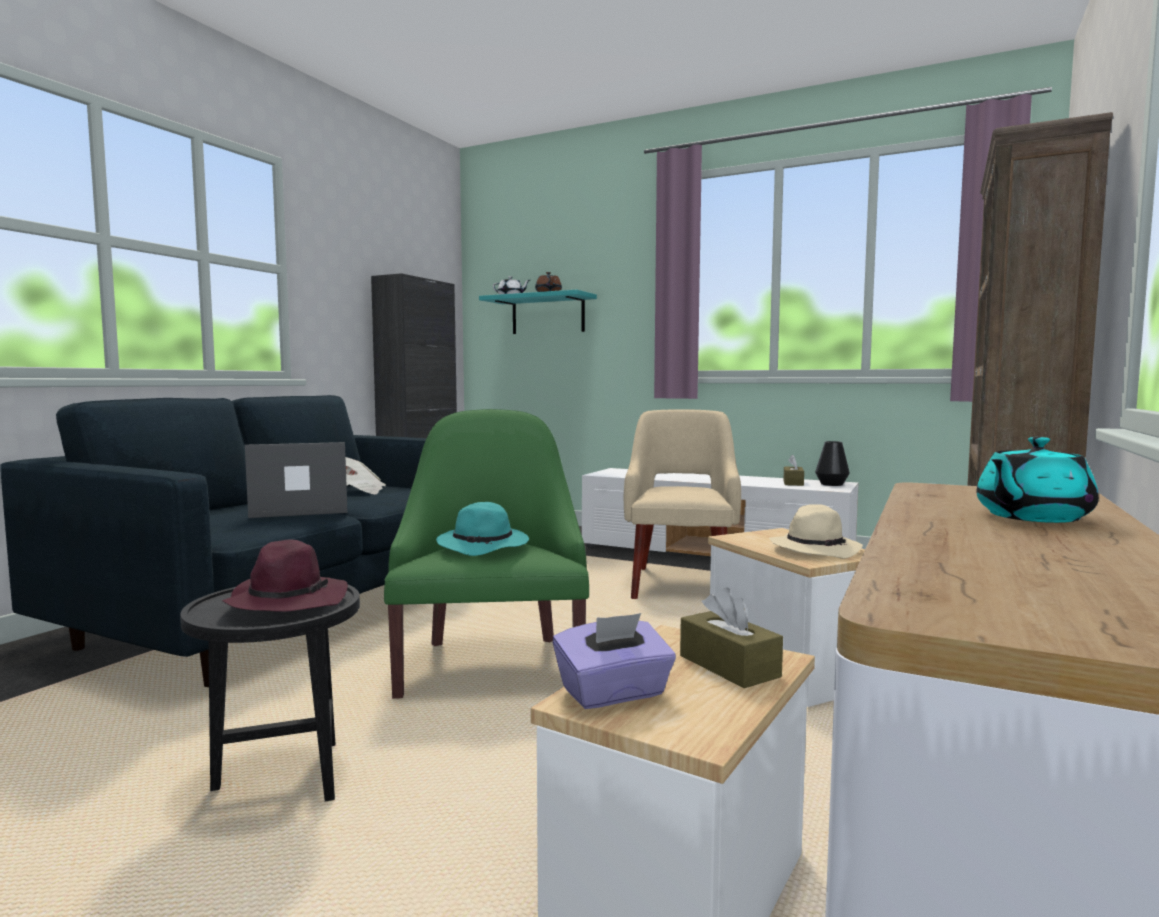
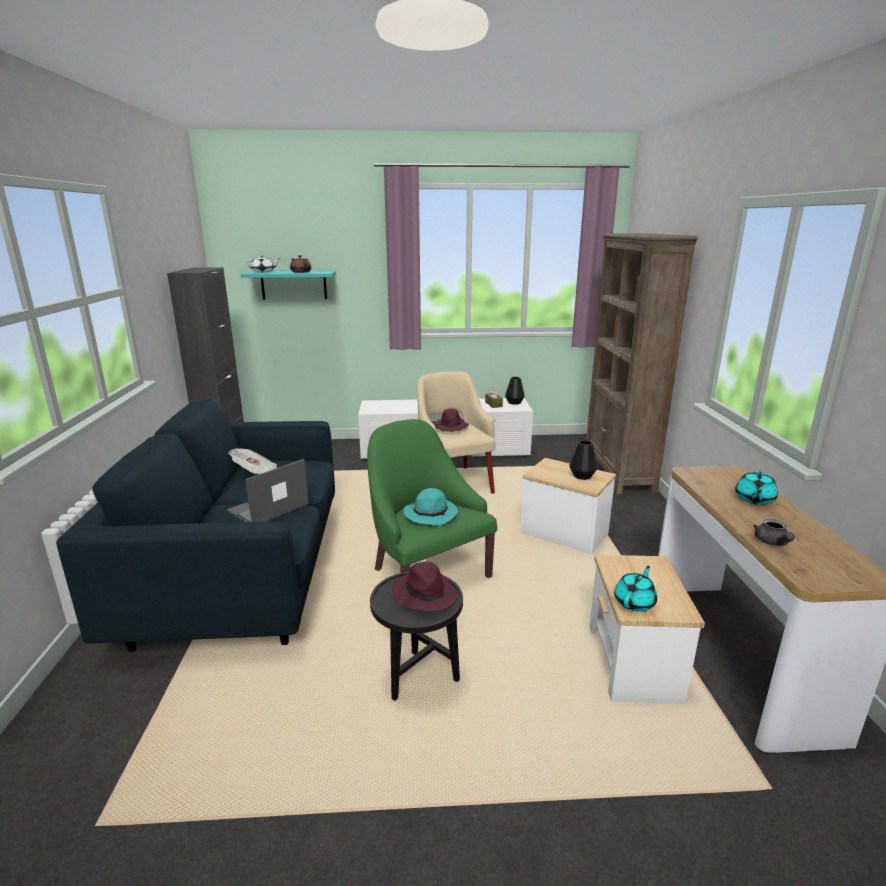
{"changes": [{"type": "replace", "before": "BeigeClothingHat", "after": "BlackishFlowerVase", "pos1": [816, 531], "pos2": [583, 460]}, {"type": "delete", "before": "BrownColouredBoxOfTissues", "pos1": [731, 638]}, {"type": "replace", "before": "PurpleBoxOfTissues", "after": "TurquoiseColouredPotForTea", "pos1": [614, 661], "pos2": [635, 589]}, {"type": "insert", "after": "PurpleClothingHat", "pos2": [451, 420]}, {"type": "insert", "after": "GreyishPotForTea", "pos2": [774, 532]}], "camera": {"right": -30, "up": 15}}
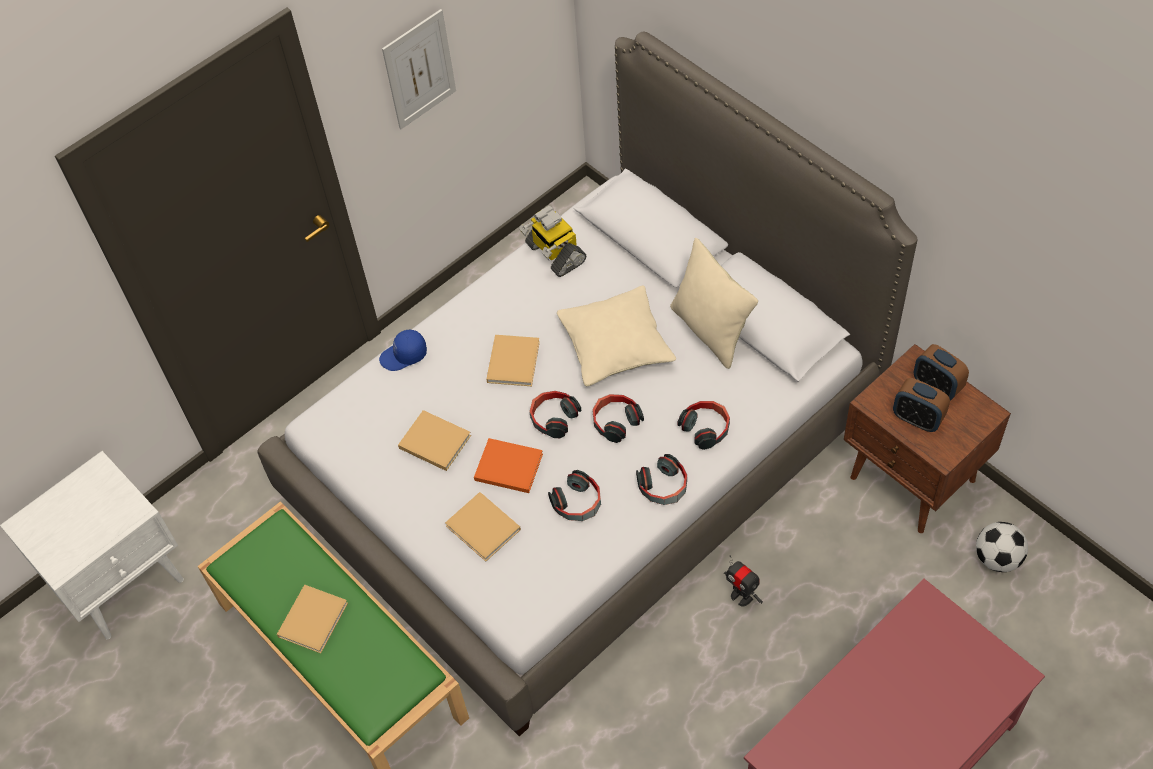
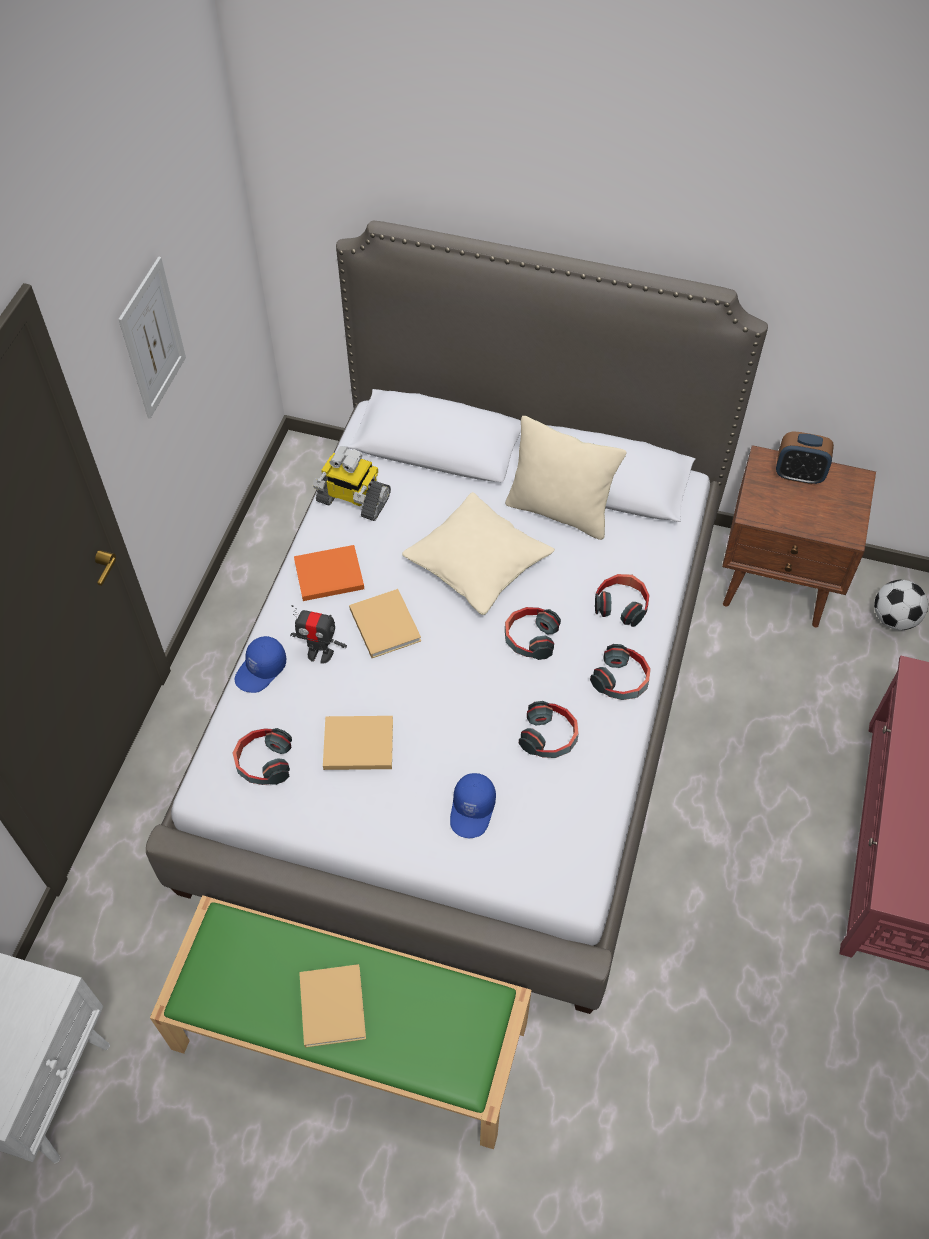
{"changes": [{"type": "delete", "before": "AlarmClock", "pos1": [921, 405]}, {"type": "move", "before": "Headphones", "pos1": [555, 414], "pos2": [262, 756]}, {"type": "move", "before": "OrangeColouredBoundBook", "pos1": [508, 465], "pos2": [329, 573]}, {"type": "replace", "before": "BeigeBoundBook", "after": "BluishCap", "pos1": [483, 526], "pos2": [473, 805]}, {"type": "move", "before": "RobotFigure", "pos1": [743, 581], "pos2": [318, 634]}], "camera": {"right": -35, "up": 0}}
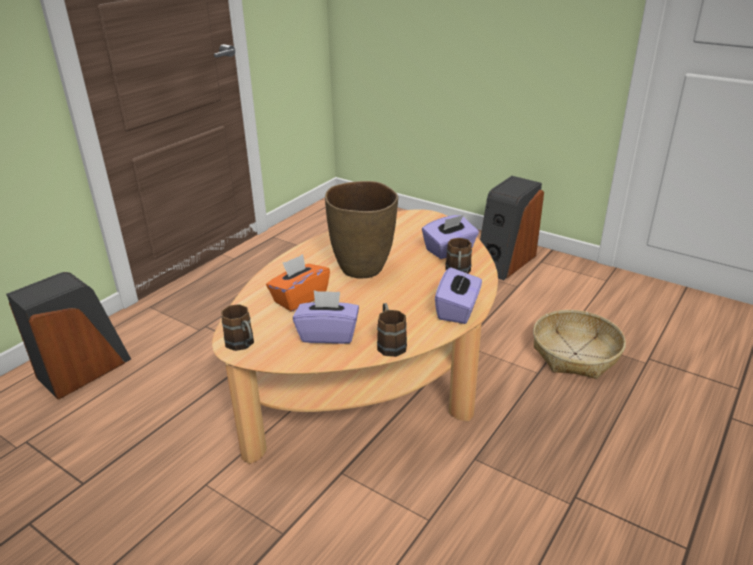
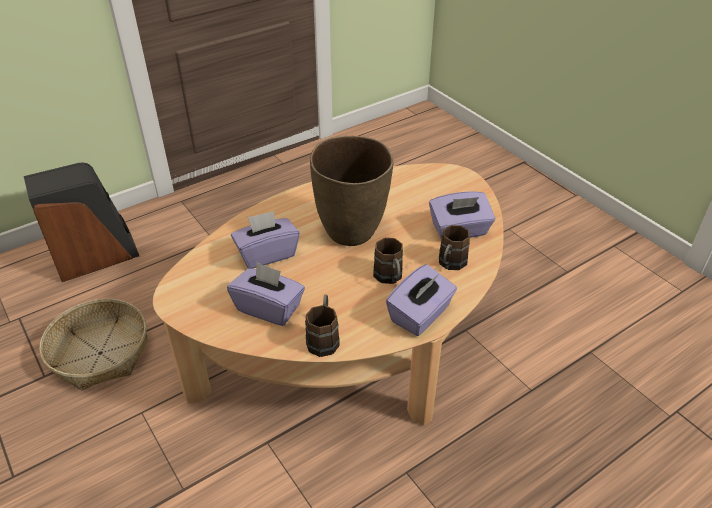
{"changes": [{"type": "delete", "before": "Speaker", "pos1": [512, 228]}, {"type": "recolor", "before": "OrangeColouredBoxOfTissues", "after": "PurpleBoxOfTissues", "pos1": [298, 283], "pos2": [265, 240]}, {"type": "move", "before": "BrownColouredTeaMug", "pos1": [237, 327], "pos2": [388, 261]}, {"type": "move", "before": "StorageBasket", "pos1": [579, 344], "pos2": [93, 345]}], "camera": {"right": 20, "up": 10}}
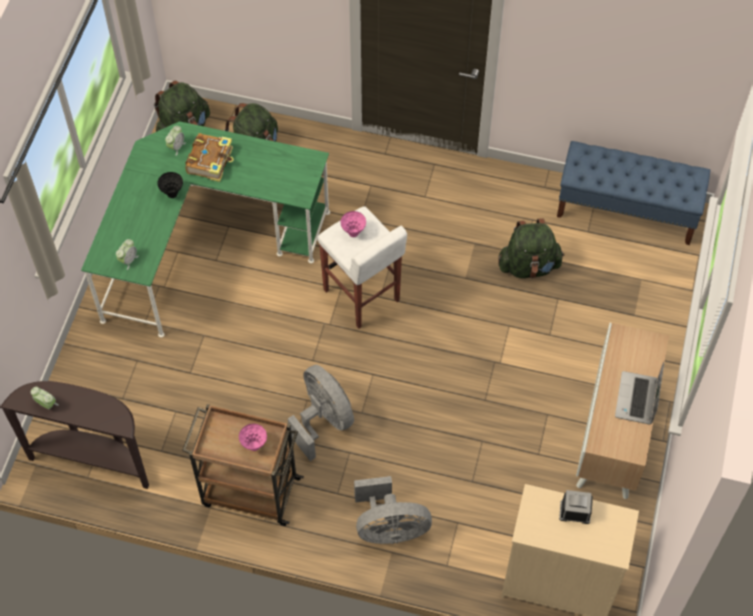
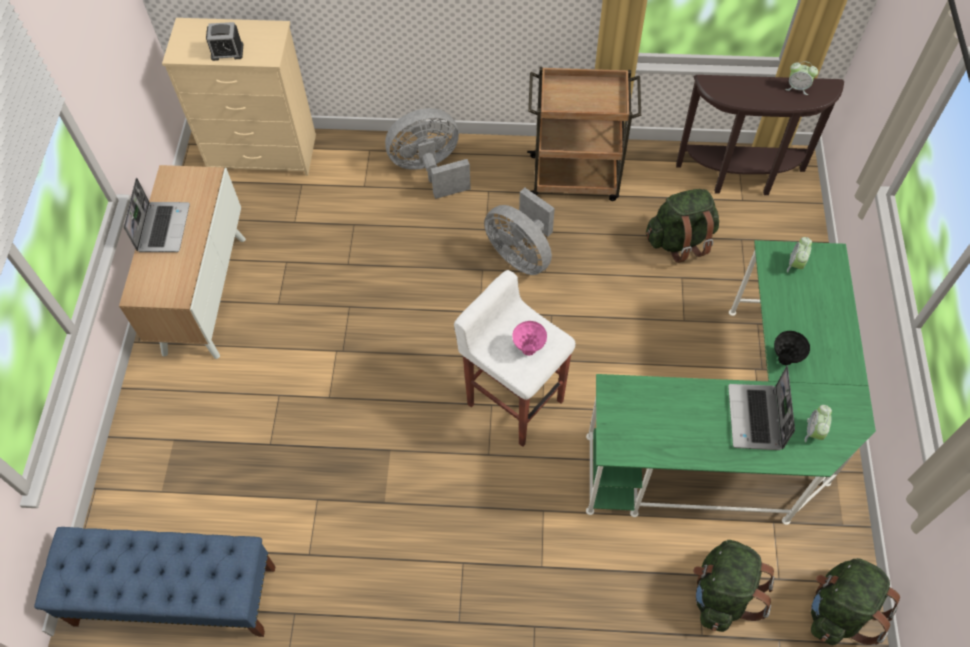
{"changes": [{"type": "replace", "before": "BoundBook", "after": "NotebookComputer", "pos1": [209, 157], "pos2": [761, 408]}, {"type": "move", "before": "GreenRucksack", "pos1": [531, 248], "pos2": [682, 226]}, {"type": "delete", "before": "PinkishFlowerVase", "pos1": [253, 437]}], "camera": {"right": 170, "up": 0}}
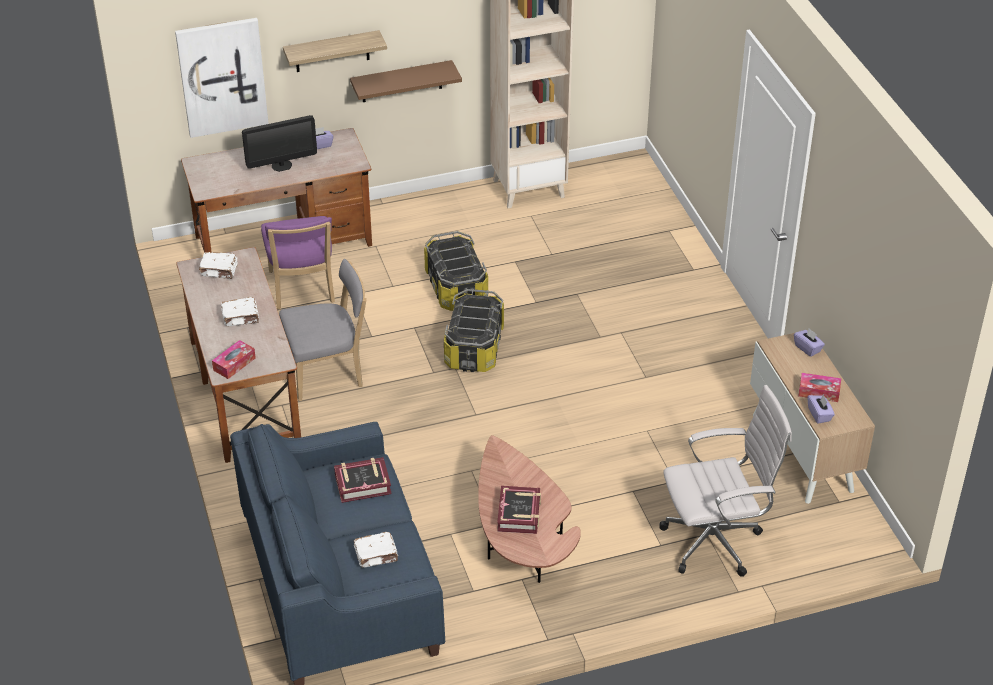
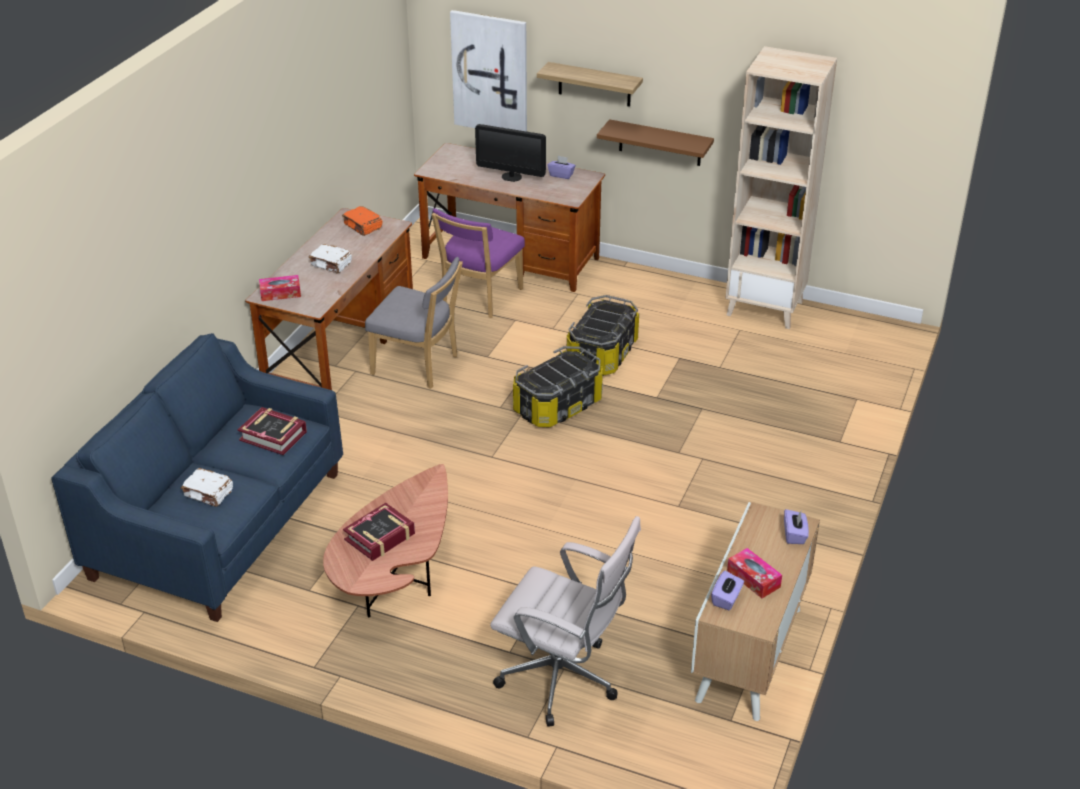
{"changes": [{"type": "recolor", "before": "WhiteColouredBoundBook", "after": "OrangeColouredBoundBook", "pos1": [218, 265], "pos2": [362, 221]}], "camera": {"right": 40, "up": -5}}
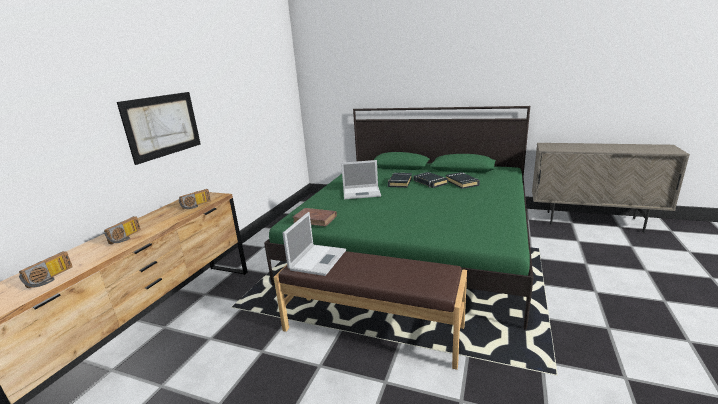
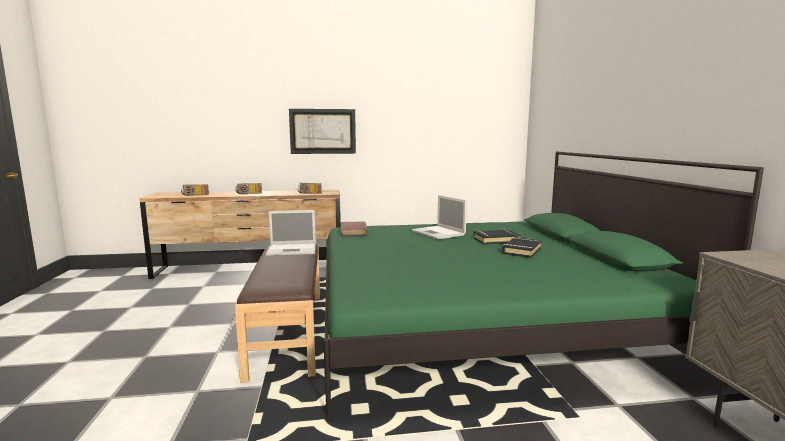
{"changes": [{"type": "delete", "before": "BlackishBoundBook", "pos1": [463, 180]}], "camera": {"right": 60, "up": -10}}
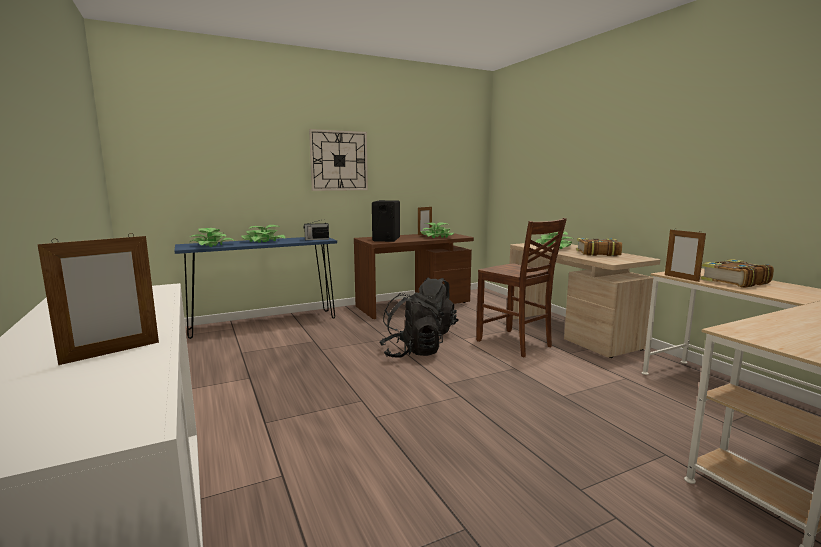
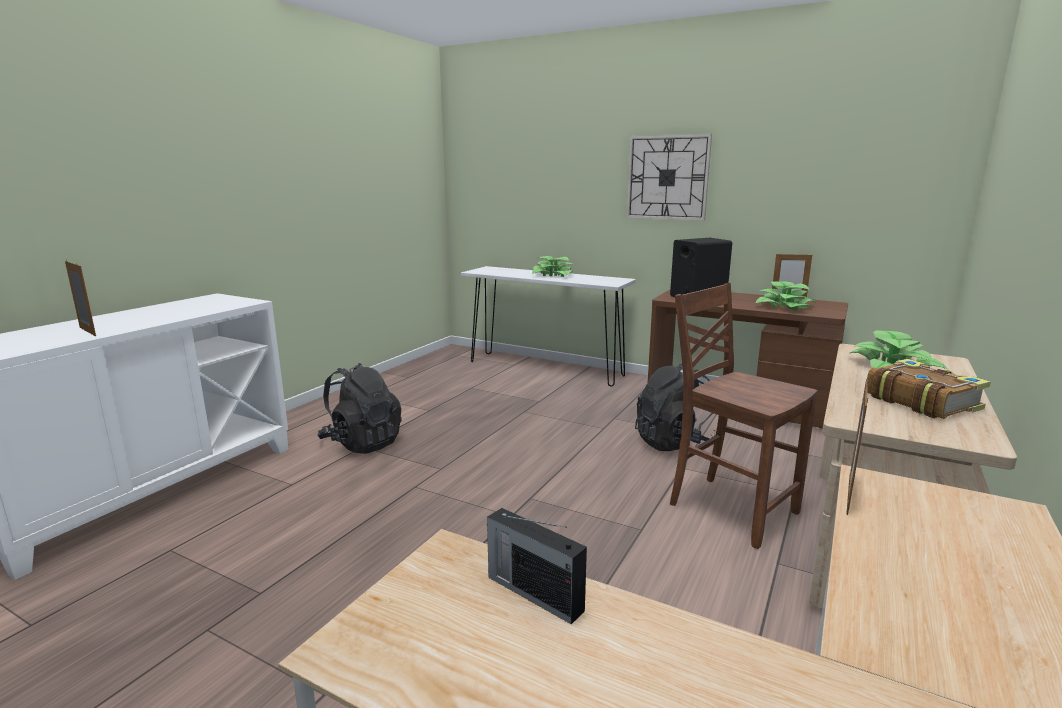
{"changes": [{"type": "rotate", "before": "BrownColouredChair", "pos1": [521, 288], "pos2": [743, 416], "turn": 120}, {"type": "move", "before": "Radio", "pos1": [316, 230], "pos2": [537, 566]}, {"type": "delete", "before": "PlantInAPot", "pos1": [212, 237]}, {"type": "rotate", "before": "PictureFrame", "pos1": [98, 299], "pos2": [80, 297], "turn": -150}, {"type": "recolor", "before": "BluishConsoleTable", "after": "WhiteColouredConsoleTable", "pos1": [255, 288], "pos2": [548, 326]}, {"type": "delete", "before": "BoundBook", "pos1": [737, 273]}, {"type": "move", "before": "BlackishRucksack", "pos1": [411, 325], "pos2": [360, 408]}], "camera": {"right": 55, "up": 5}}
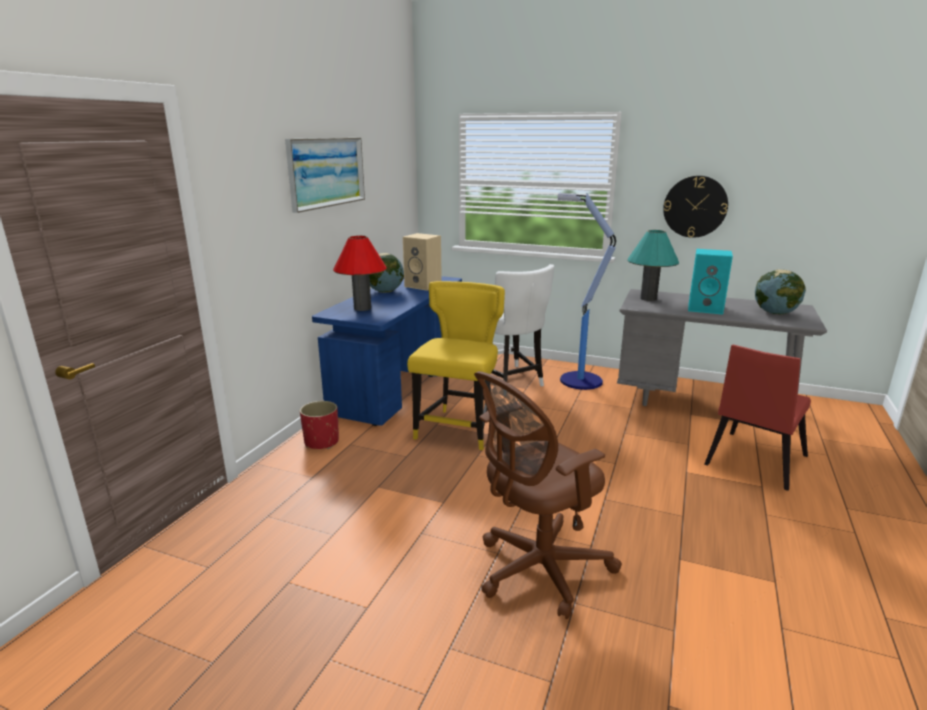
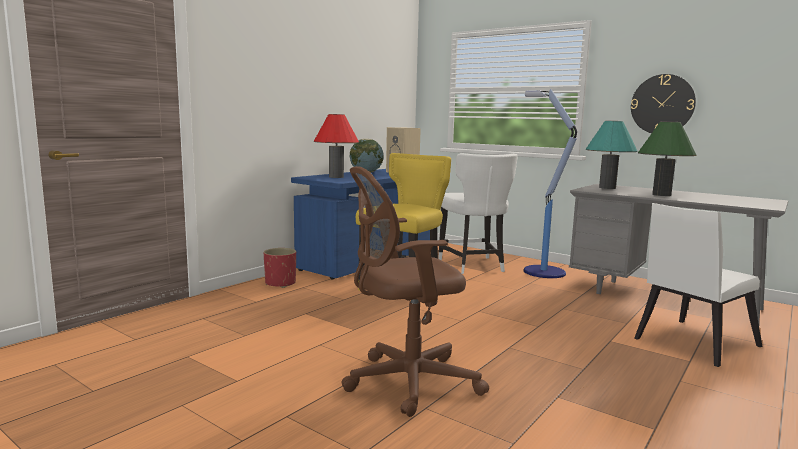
{"changes": [{"type": "delete", "before": "WallArt", "pos1": [325, 175]}, {"type": "replace", "before": "TurquoiseColouredSpeaker", "after": "GreenTableLamp", "pos1": [710, 282], "pos2": [667, 159]}, {"type": "delete", "before": "WorldGlobe", "pos1": [780, 292]}, {"type": "recolor", "before": "ReddishChair", "after": "WhiteColouredChair", "pos1": [757, 418], "pos2": [698, 285]}], "camera": {"right": 15, "up": -10}}
